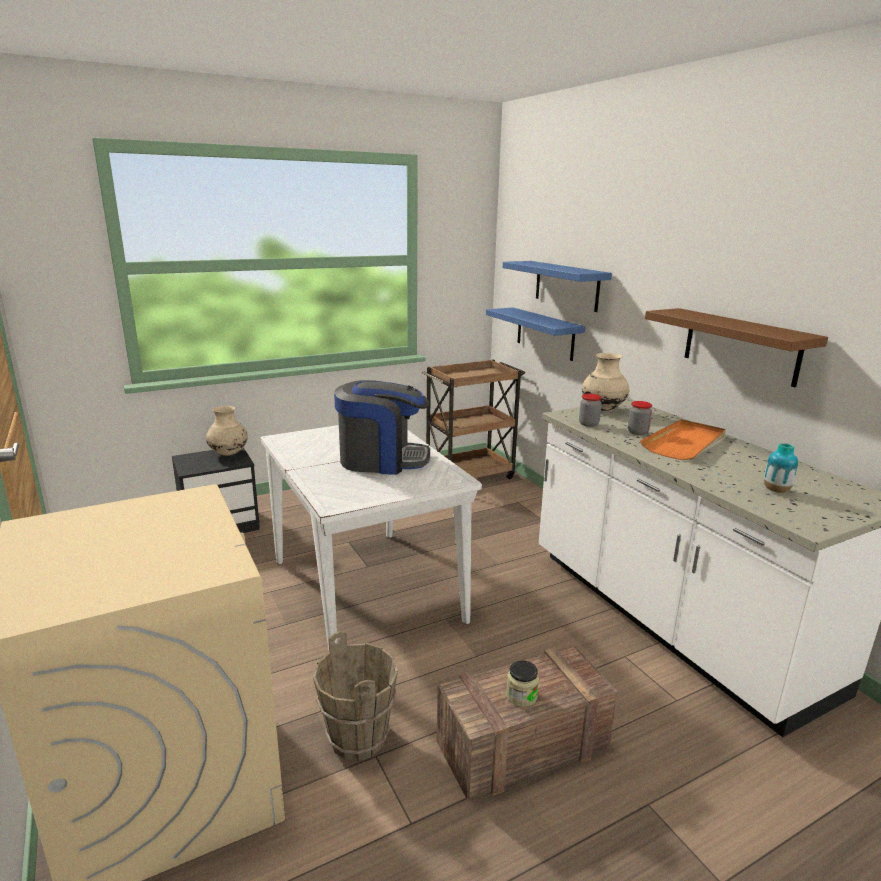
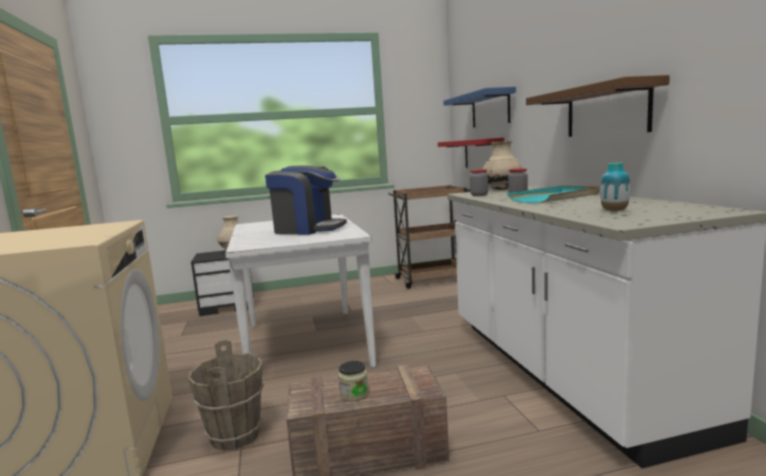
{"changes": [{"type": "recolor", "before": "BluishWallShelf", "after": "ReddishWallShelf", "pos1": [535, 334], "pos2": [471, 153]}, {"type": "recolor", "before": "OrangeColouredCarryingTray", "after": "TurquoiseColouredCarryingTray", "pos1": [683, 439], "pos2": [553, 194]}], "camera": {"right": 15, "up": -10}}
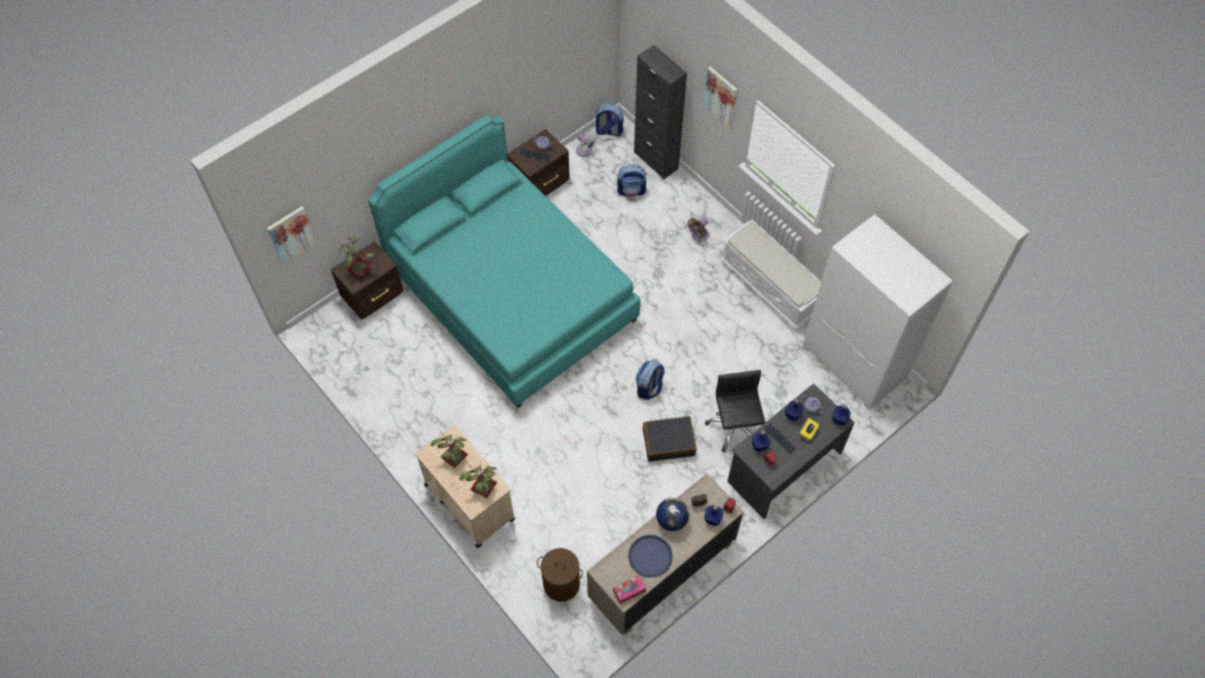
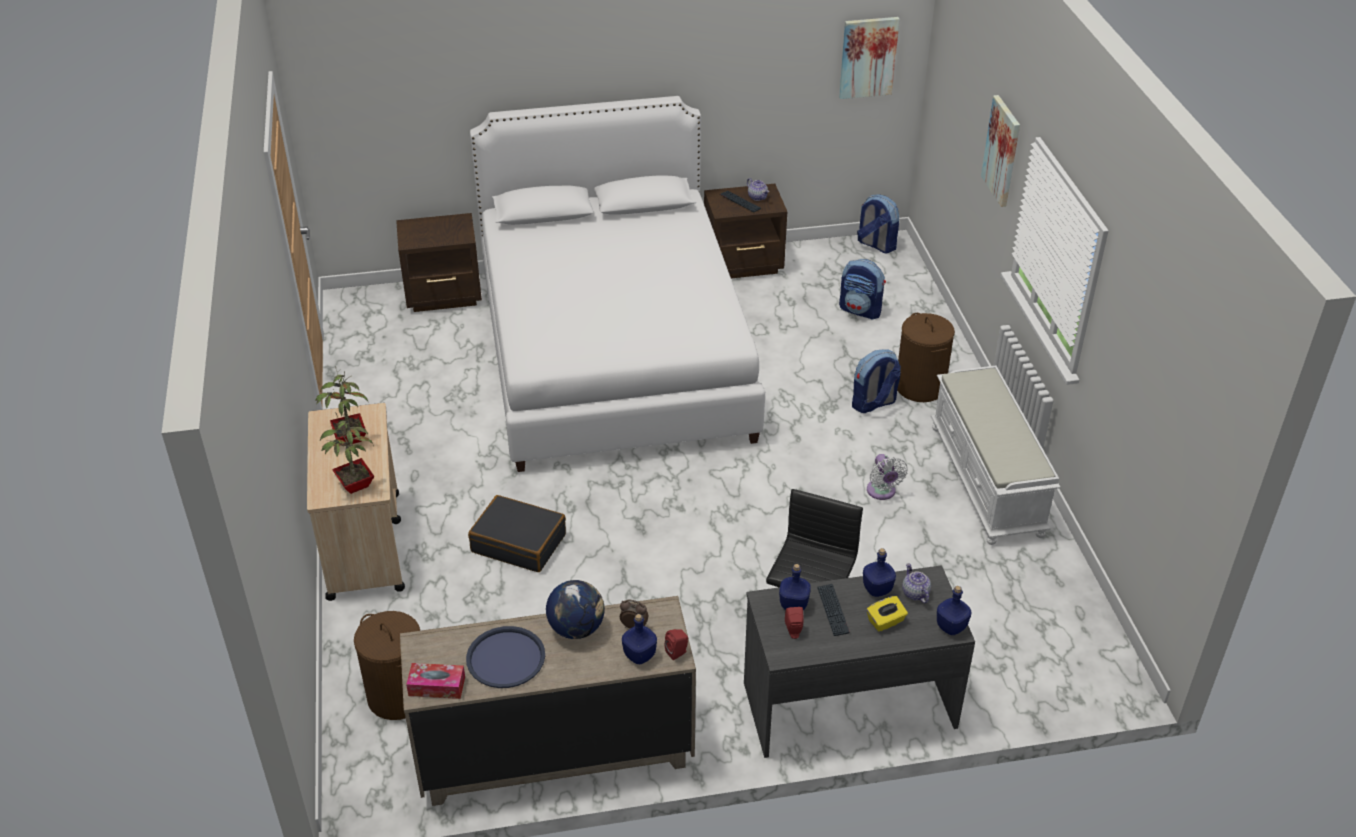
{"changes": [{"type": "delete", "before": "BlackishCabinet", "pos1": [660, 112]}, {"type": "recolor", "before": "TurquoiseColouredSleepingBed", "after": "WhiteColouredSleepingBed", "pos1": [504, 261], "pos2": [617, 284]}, {"type": "move", "before": "WhiteColouredFan", "pos1": [587, 145], "pos2": [887, 477]}, {"type": "move", "before": "WallArt", "pos1": [292, 235], "pos2": [869, 58]}, {"type": "delete", "before": "WhiteColouredClothesCupboard", "pos1": [877, 312]}, {"type": "replace", "before": "BrownColouredFan", "after": "BrownColouredLaundryBasket", "pos1": [698, 229], "pos2": [926, 357]}, {"type": "delete", "before": "PlantInAPot", "pos1": [358, 256]}, {"type": "move", "before": "Rucksack", "pos1": [650, 379], "pos2": [876, 381]}, {"type": "move", "before": "BlackishTravelCase", "pos1": [670, 439], "pos2": [517, 533]}], "camera": {"right": 30, "up": -20}}
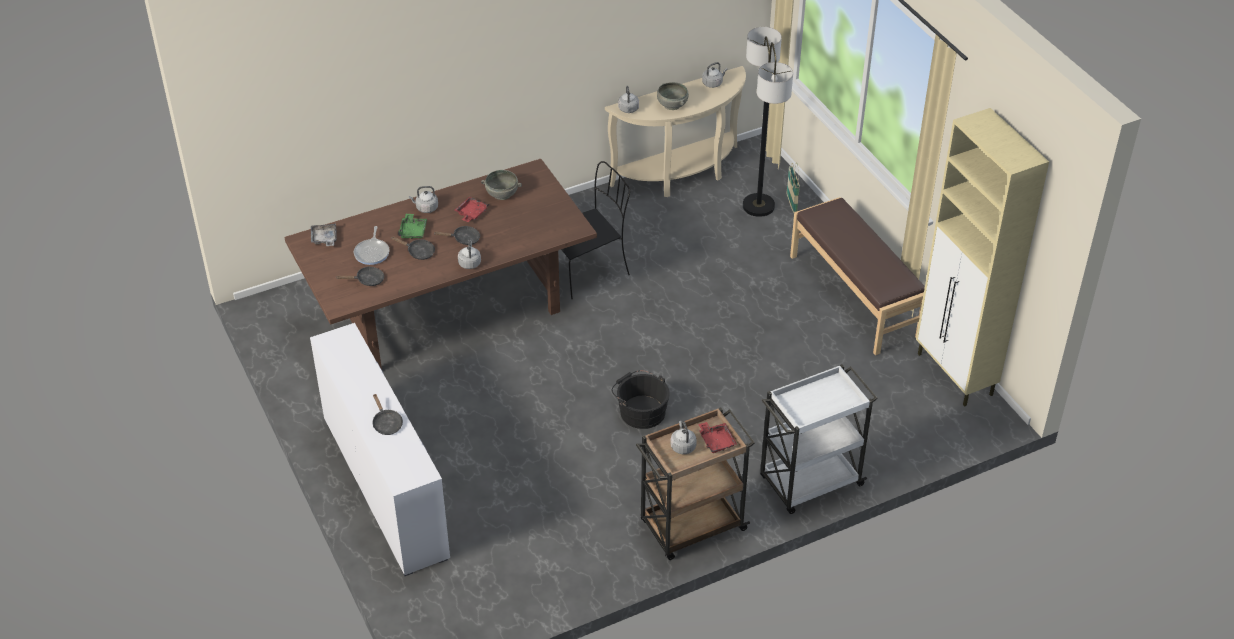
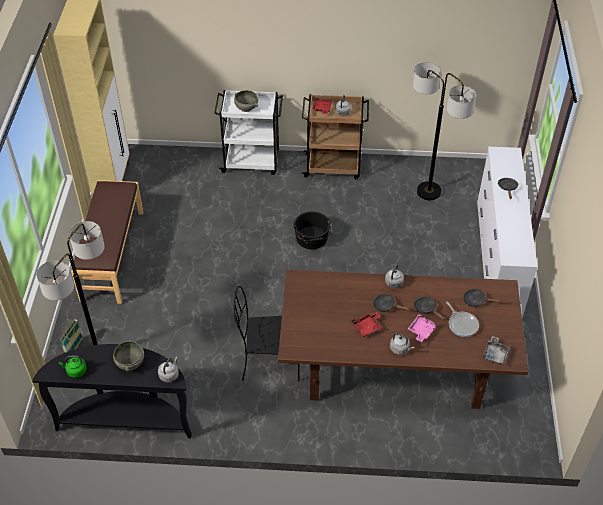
{"changes": [{"type": "recolor", "before": "GreyishTeaKettle", "after": "GreenTeaKettle", "pos1": [714, 75], "pos2": [73, 367]}, {"type": "recolor", "before": "BeigeConsoleTable", "after": "BlackishConsoleTable", "pos1": [675, 131], "pos2": [112, 391]}, {"type": "move", "before": "GreyishBowl", "pos1": [501, 185], "pos2": [246, 101]}, {"type": "recolor", "before": "GreenCarryingTray", "after": "PinkishCarryingTray", "pos1": [412, 226], "pos2": [422, 328]}, {"type": "rotate", "before": "Pan", "pos1": [371, 245], "pos2": [462, 319], "turn": 120}, {"type": "insert", "after": "StandingLamp", "pos2": [444, 131]}], "camera": {"right": -150, "up": 5}}
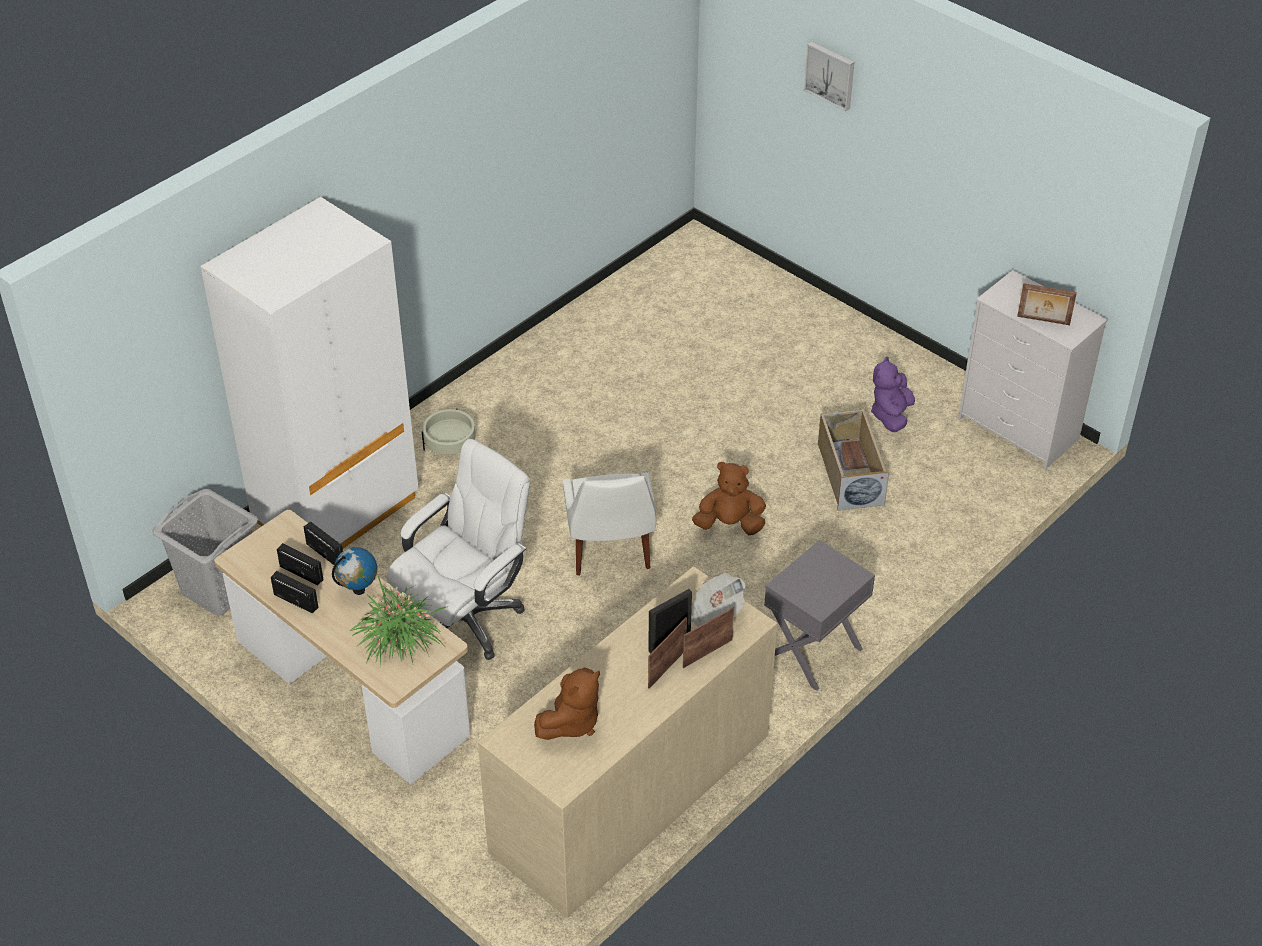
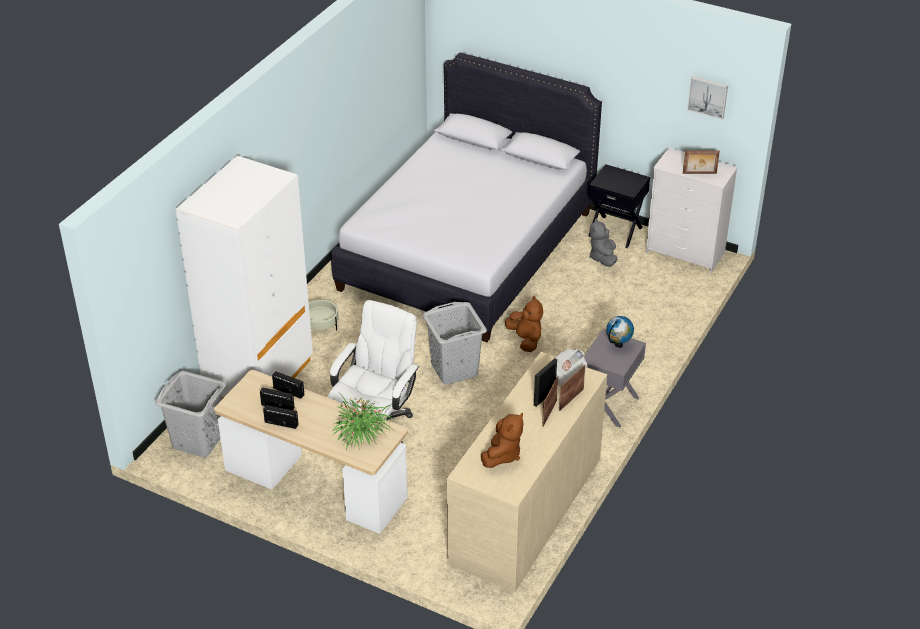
{"changes": [{"type": "move", "before": "WallArt", "pos1": [829, 76], "pos2": [707, 98]}, {"type": "recolor", "before": "PurpleSoftToy", "after": "GreyishSoftToy", "pos1": [893, 394], "pos2": [603, 242]}, {"type": "delete", "before": "BeigeStorageBox", "pos1": [853, 459]}, {"type": "rotate", "before": "BrownColouredSoftToy", "pos1": [729, 498], "pos2": [524, 324], "turn": 75}, {"type": "replace", "before": "WhiteColouredChair", "after": "GreyishLaundryBasket", "pos1": [609, 524], "pos2": [455, 343]}, {"type": "move", "before": "WorldGlobe", "pos1": [354, 571], "pos2": [620, 332]}, {"type": "insert", "after": "WhiteColouredSleepingBed", "pos2": [466, 197]}, {"type": "insert", "after": "BlackishNightTable", "pos2": [619, 206]}], "camera": {"right": -15, "up": -5}}
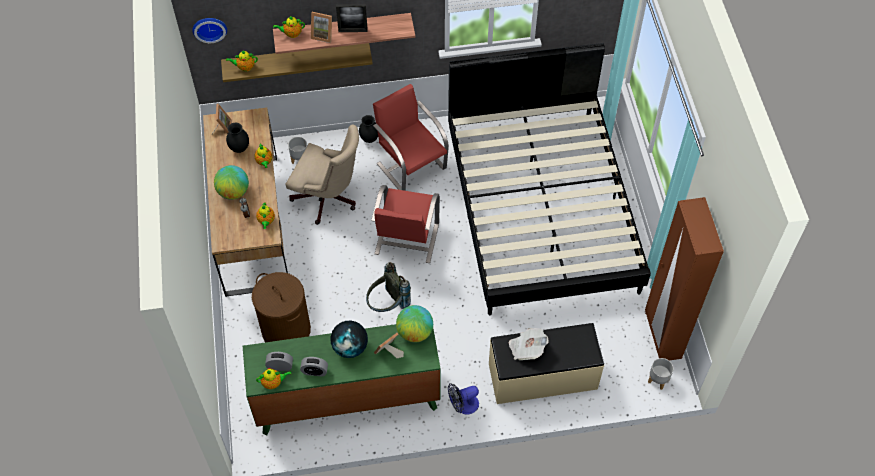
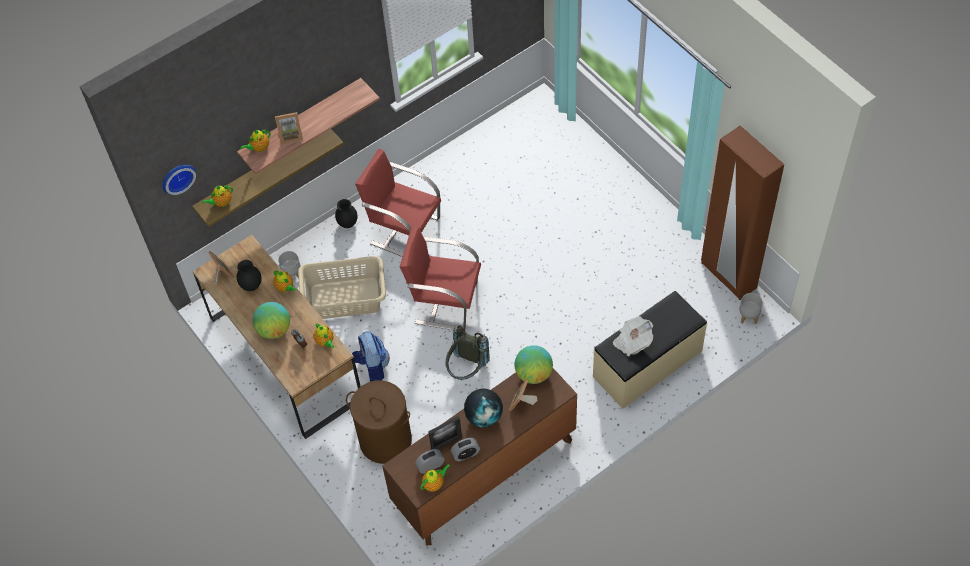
{"changes": [{"type": "move", "before": "PictureFrame", "pos1": [352, 18], "pos2": [445, 433]}, {"type": "delete", "before": "BlackishSleepingBed", "pos1": [549, 179]}, {"type": "replace", "before": "BeigeDeskChair", "after": "BeigeLaundryBasket", "pos1": [322, 175], "pos2": [342, 287]}, {"type": "rotate", "before": "ReddishChair", "pos1": [405, 224], "pos2": [440, 278], "turn": 120}, {"type": "recolor", "before": "GreenDresser", "after": "BrownColouredDresser", "pos1": [342, 379], "pos2": [479, 457]}, {"type": "delete", "before": "Fan", "pos1": [463, 399]}, {"type": "insert", "after": "Rucksack", "pos2": [371, 356]}], "camera": {"right": -25, "up": 0}}
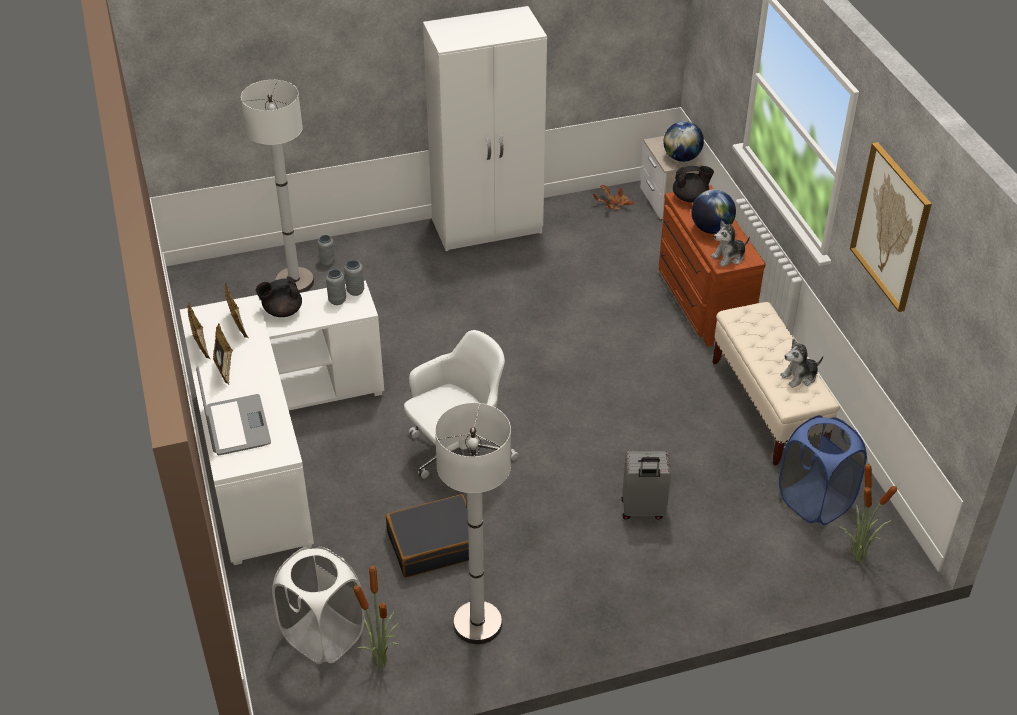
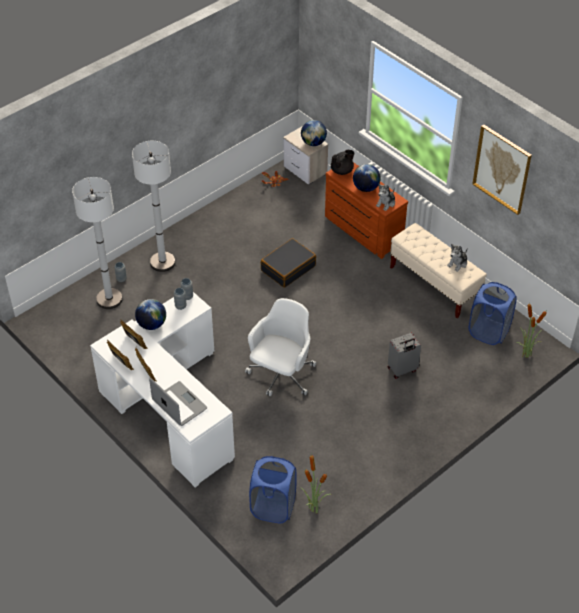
{"changes": [{"type": "delete", "before": "WhiteColouredClothesCupboard", "pos1": [485, 128]}, {"type": "replace", "before": "BlackishPotForTea", "after": "WorldGlobe", "pos1": [279, 296], "pos2": [150, 314]}, {"type": "move", "before": "WhiteColouredStandingLamp", "pos1": [473, 523], "pos2": [153, 206]}, {"type": "move", "before": "BlackishTravelCase", "pos1": [427, 535], "pos2": [288, 263]}, {"type": "recolor", "before": "WhiteColouredLaundryBasket", "after": "BluishLaundryBasket", "pos1": [318, 605], "pos2": [272, 489]}], "camera": {"right": -25, "up": 5}}
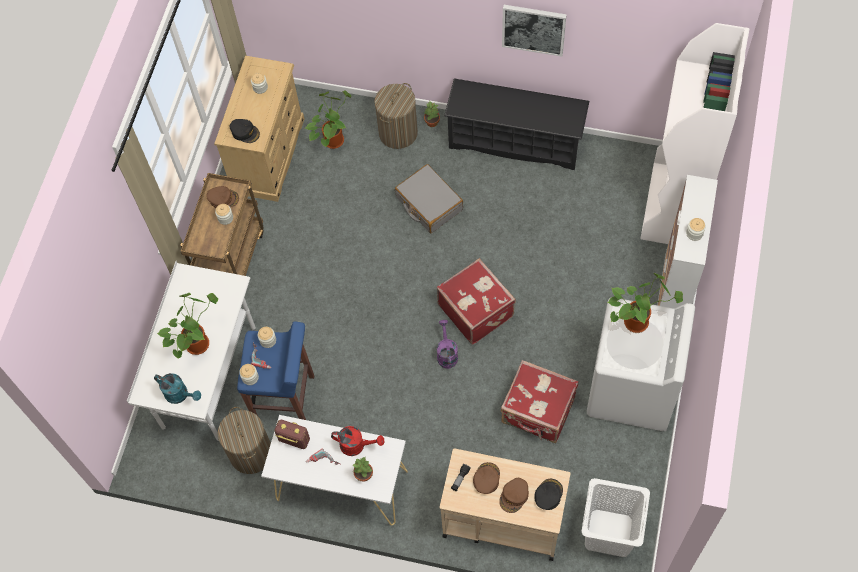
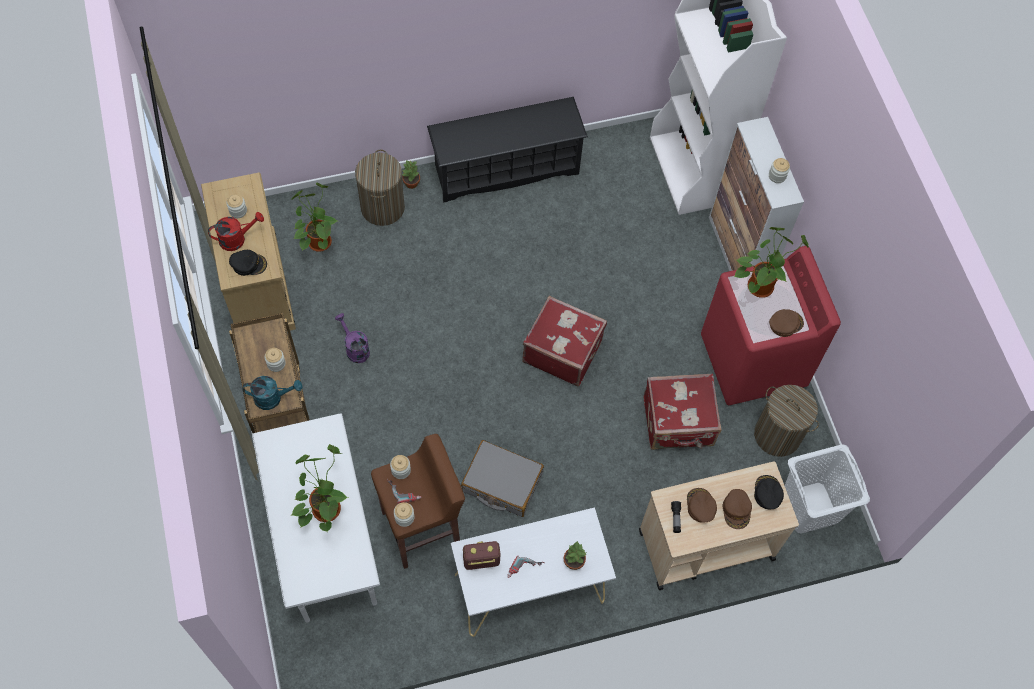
{"changes": [{"type": "delete", "before": "WallArt", "pos1": [534, 31]}, {"type": "move", "before": "GreyishTravelCase", "pos1": [429, 198], "pos2": [502, 478]}, {"type": "move", "before": "BrownColouredCap", "pos1": [222, 197], "pos2": [786, 323]}, {"type": "recolor", "before": "WhiteColouredLaundryAppliance", "after": "ReddishLaundryAppliance", "pos1": [641, 364], "pos2": [771, 325]}, {"type": "move", "before": "PurpleWateringCan", "pos1": [447, 344], "pos2": [352, 338]}, {"type": "recolor", "before": "BluishSittingStool", "after": "BrownColouredSittingStool", "pos1": [275, 370], "pos2": [418, 501]}, {"type": "move", "before": "TurquoiseColouredWateringCan", "pos1": [177, 388], "pos2": [273, 393]}, {"type": "move", "before": "LaundryBasket", "pos1": [244, 440], "pos2": [786, 421]}, {"type": "move", "before": "ReddishWateringCan", "pos1": [357, 441], "pos2": [236, 231]}], "camera": {"right": -35, "up": 0}}
